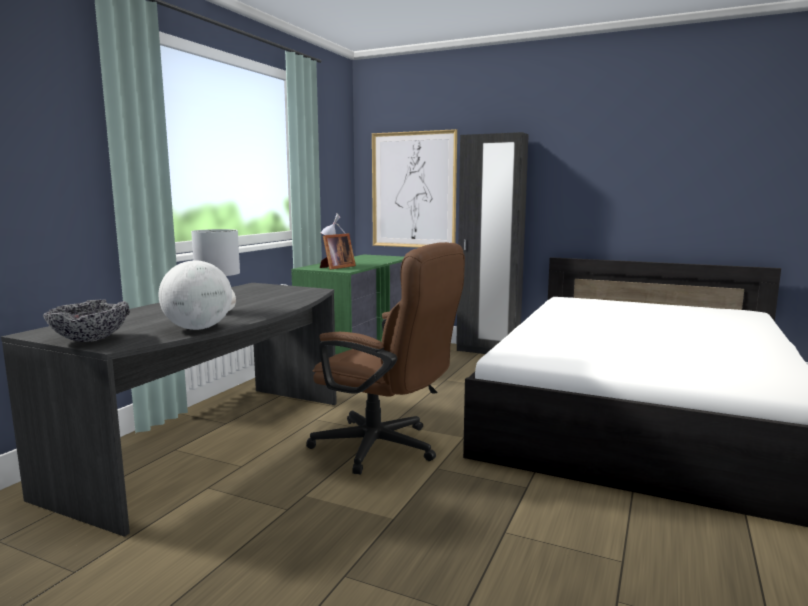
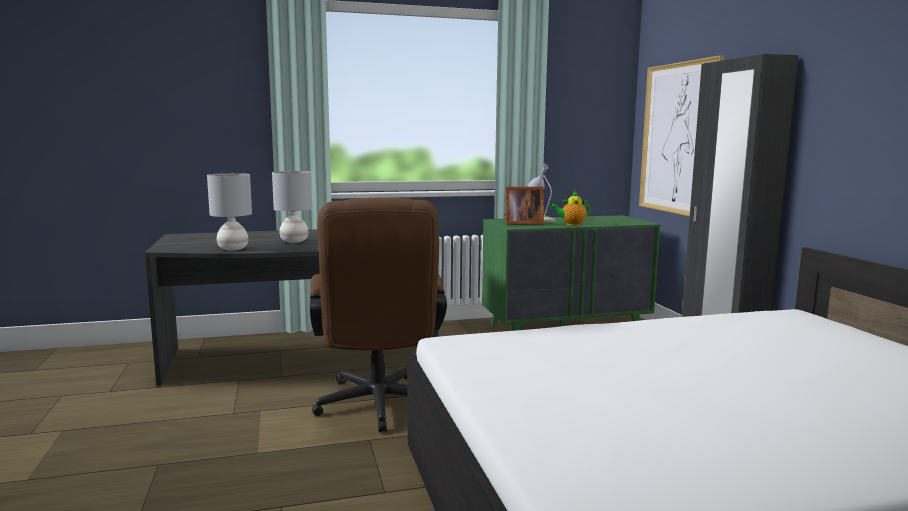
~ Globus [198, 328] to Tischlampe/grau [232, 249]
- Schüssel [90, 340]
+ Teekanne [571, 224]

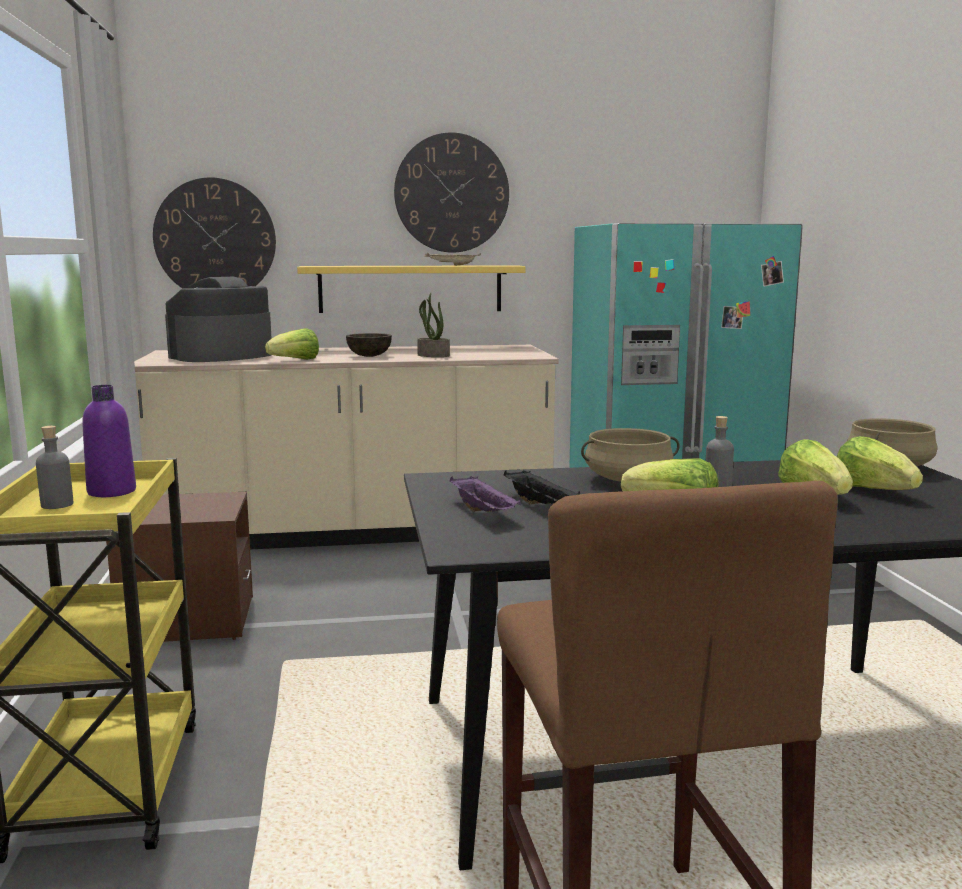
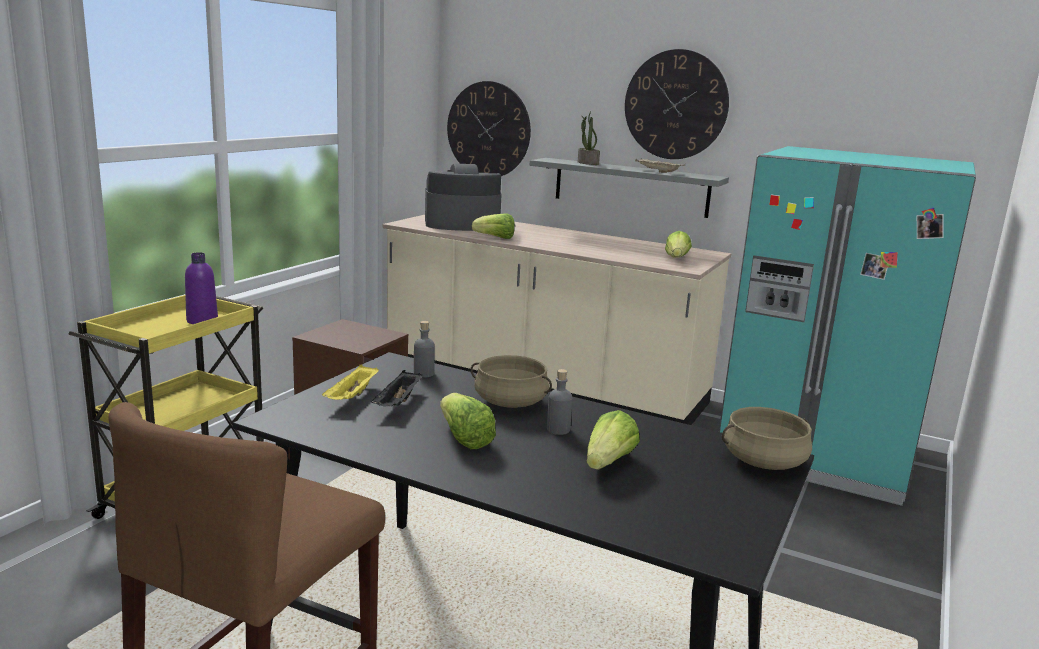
~ Wandregal/gelb [410, 289] to Wandregal/grau [630, 187]
~ Topfpflanze [432, 355] to [587, 163]
- Schüssel/braun [369, 356]
~ Flasche/grau [57, 505] to [423, 374]
~ Salatkopf [873, 491] to [676, 259]
~ Tablett/lila [484, 512] to Tablett/gelb [352, 397]

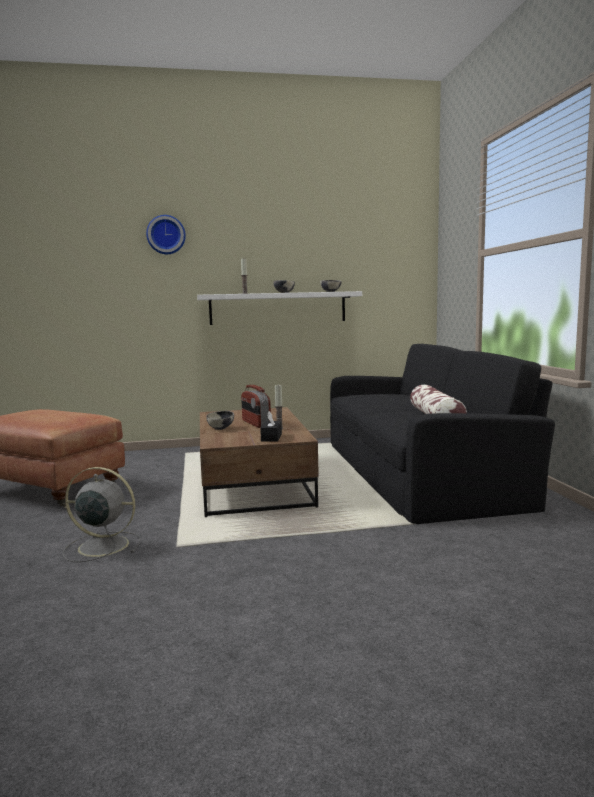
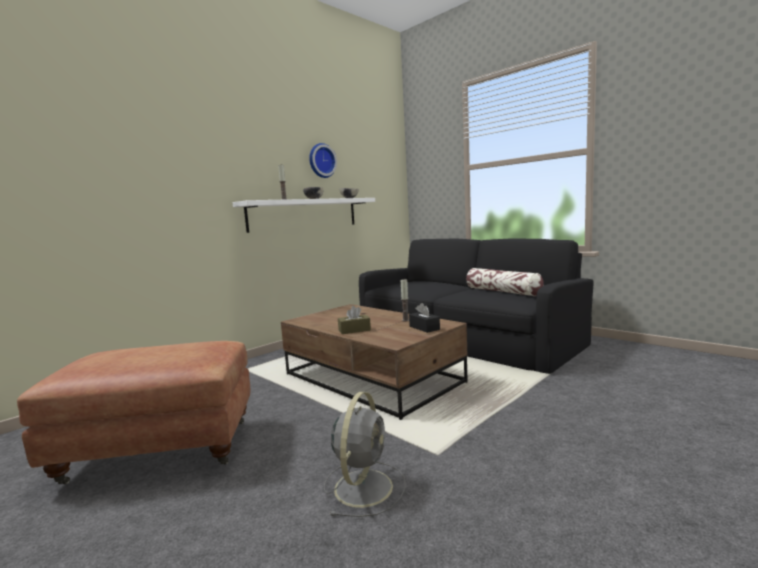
~ Wanduhr [166, 235] to [321, 161]
- Radio [255, 423]
~ Schüssel [221, 428] to Taschentuchbox/braun [354, 330]
~ Ventilator/grau [101, 546] = [364, 486] 135 degrees clockwise

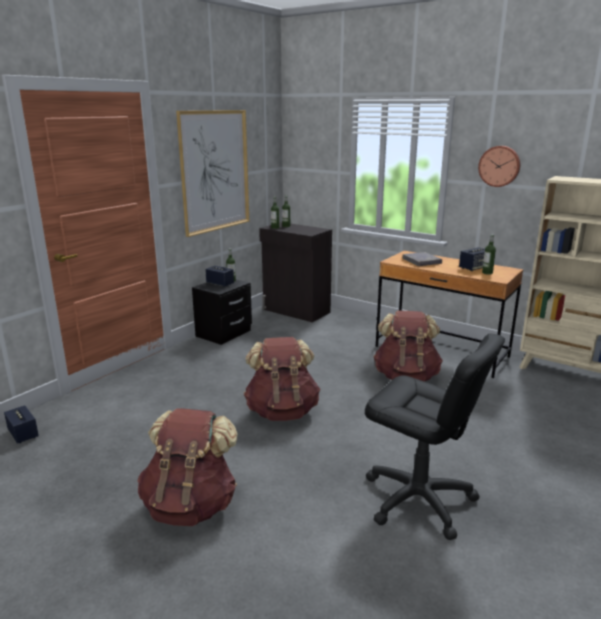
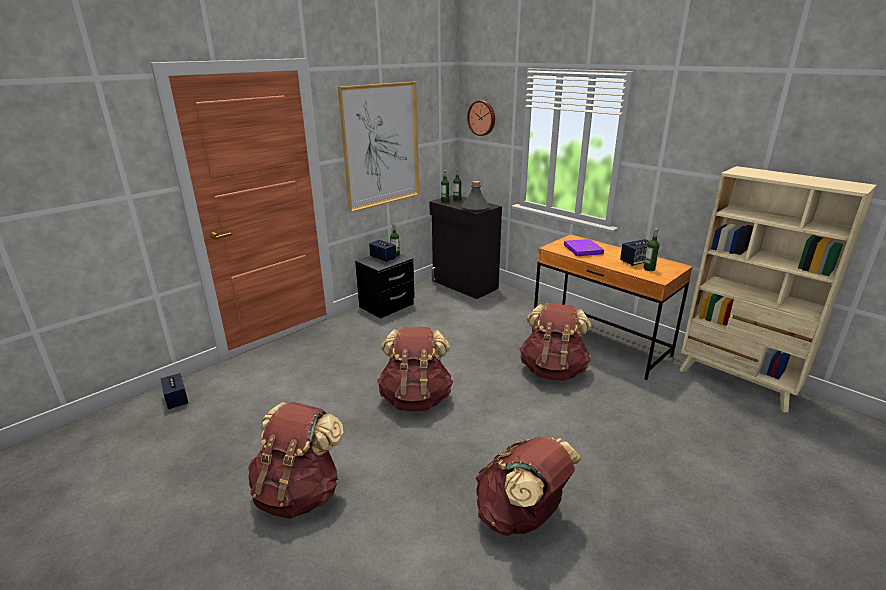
~ Wanduhr [499, 166] to [482, 118]
~ Buch/grau [421, 262] to Buch/lila [583, 250]
~ Bürostuhl/schwarz [419, 499] to Rucksack/braun [521, 516]
+ Flasche/grau [475, 208]

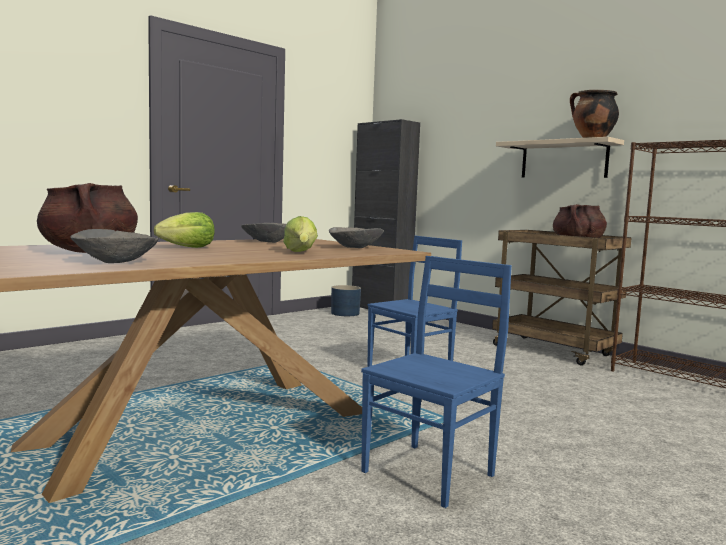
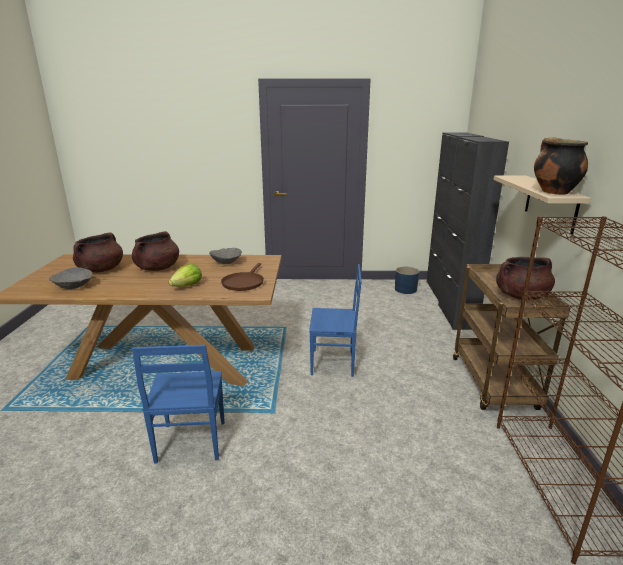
~ Salatkopf [188, 247] to Kochtopf/braun [157, 268]
~ Schüssel/grau [355, 248] to Pfanne/braun [243, 283]
~ Stuhl/blau [431, 473] = [190, 443] 90 degrees clockwise
+ Schrank/schwarz [457, 316]

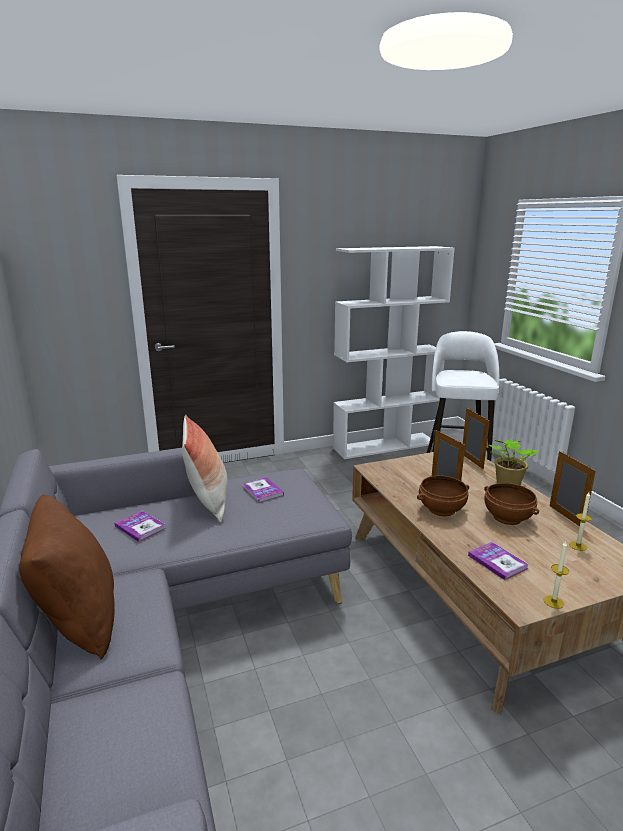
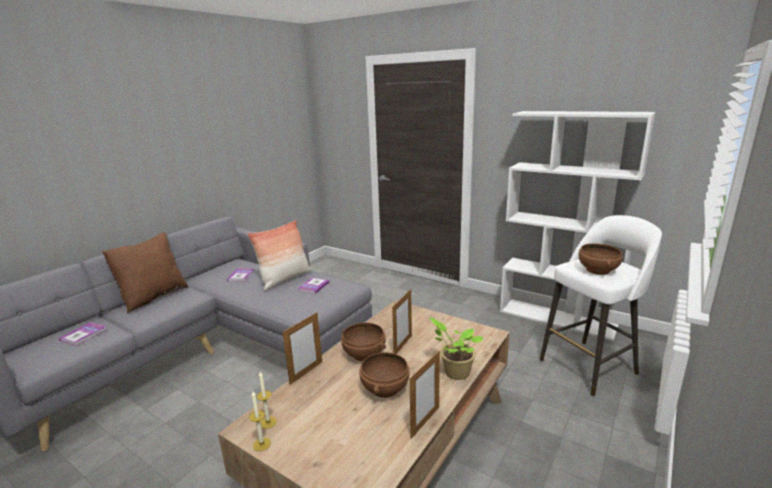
~ Bilderrahmen [472, 461] to [306, 373]
~ Kerze [578, 546] to [268, 422]
~ Buch [497, 562] to [84, 335]
+ Schüssel/braun [597, 270]

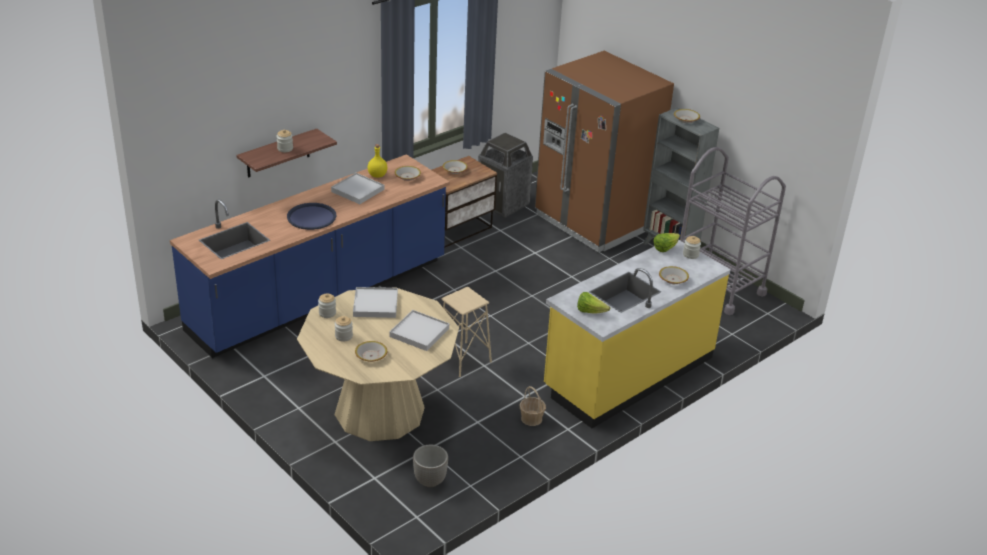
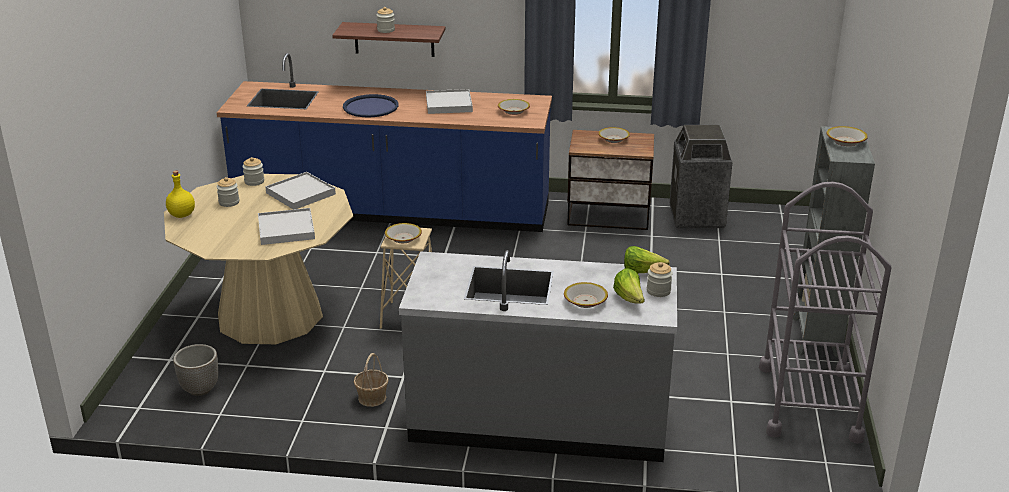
- Kühlschrank/braun [593, 221]
~ Flasche/gelb [377, 175] to [182, 215]
~ Küchenzeile/gelb [628, 373] to Küchenzeile/grau [539, 419]
~ Salatkopf [590, 311] to [629, 299]
~ Schüssel [371, 356] to [403, 238]

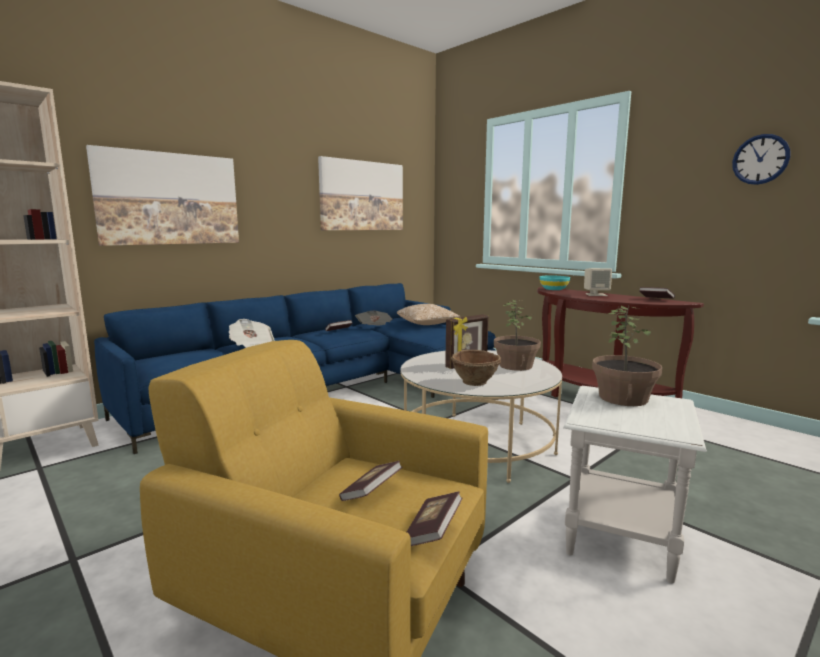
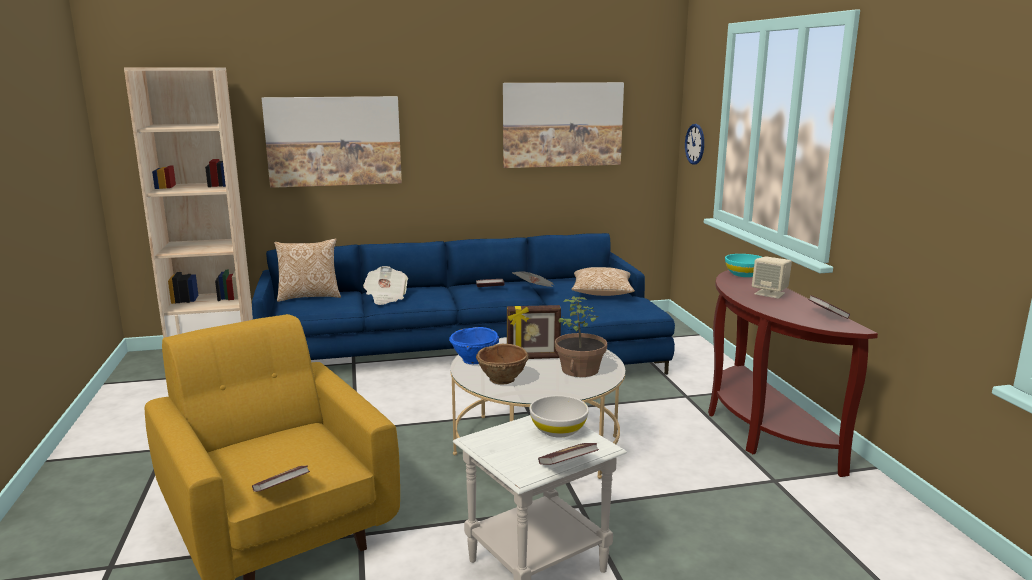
~ Wanduhr [760, 159] to [695, 144]
~ Topfpflanze [624, 398] to Schüssel/weiß [558, 430]
~ Buch [371, 492] to [567, 464]
+ Kissen [309, 296]
+ Schüssel/blau [474, 360]

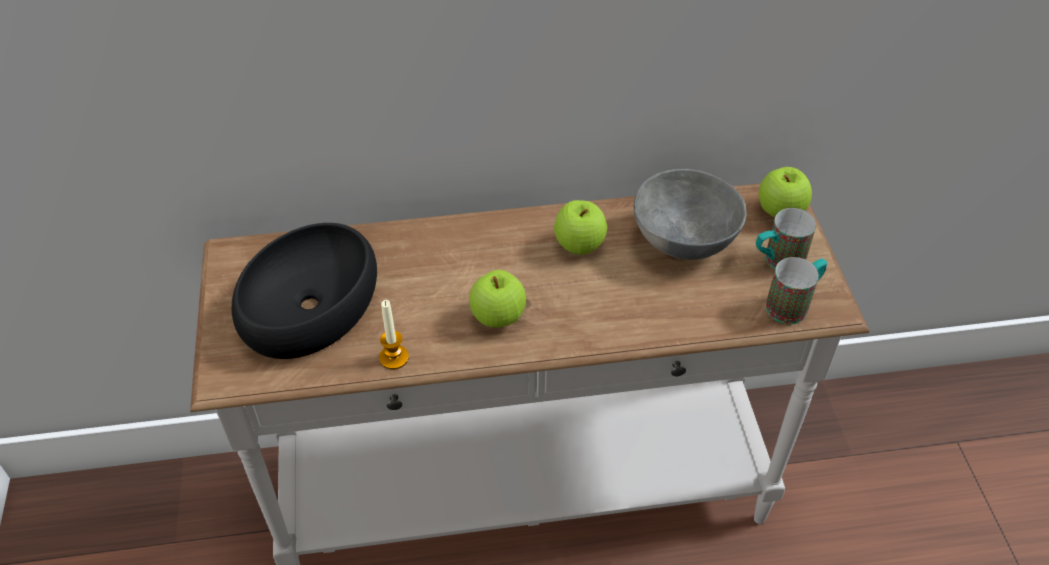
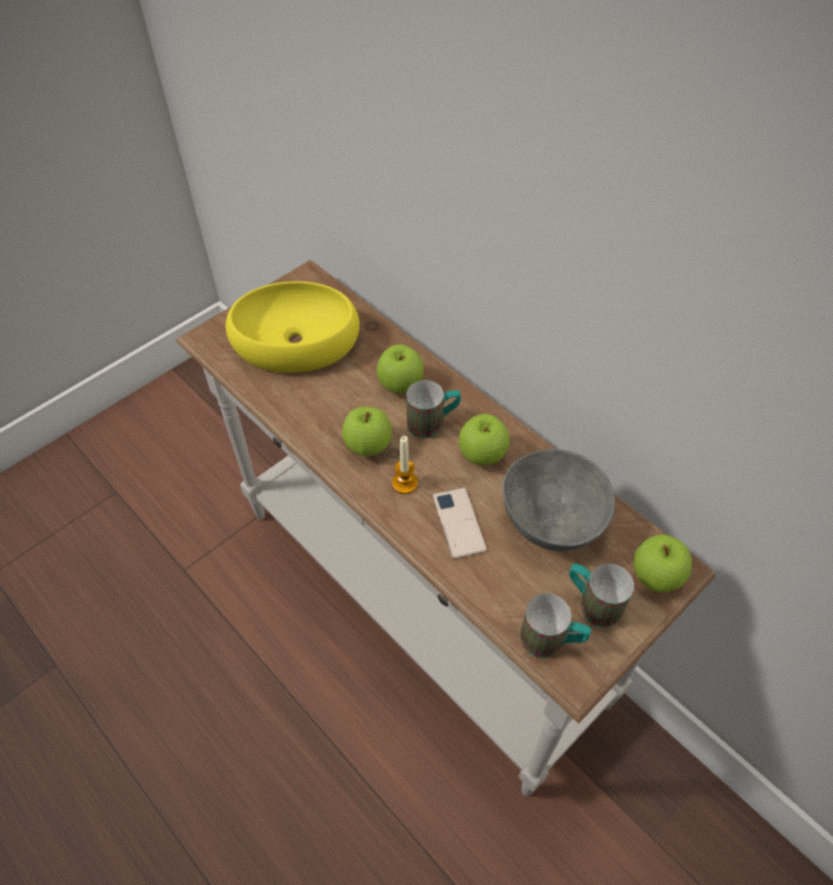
~ Schüssel/schwarz [309, 304] to Schüssel/gelb [296, 340]
~ Kerze [394, 357] to [405, 483]
+ Apfel [400, 384]
+ Henkelbecher [433, 423]
+ Handy [459, 523]

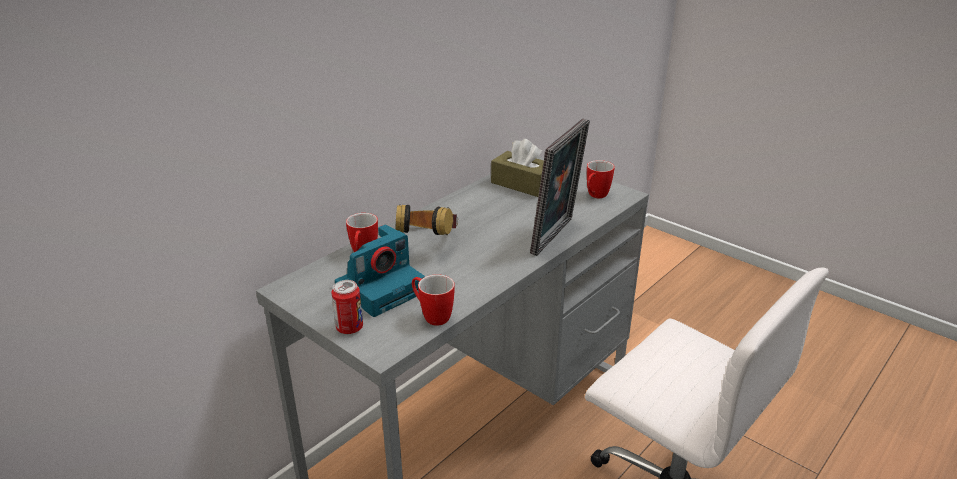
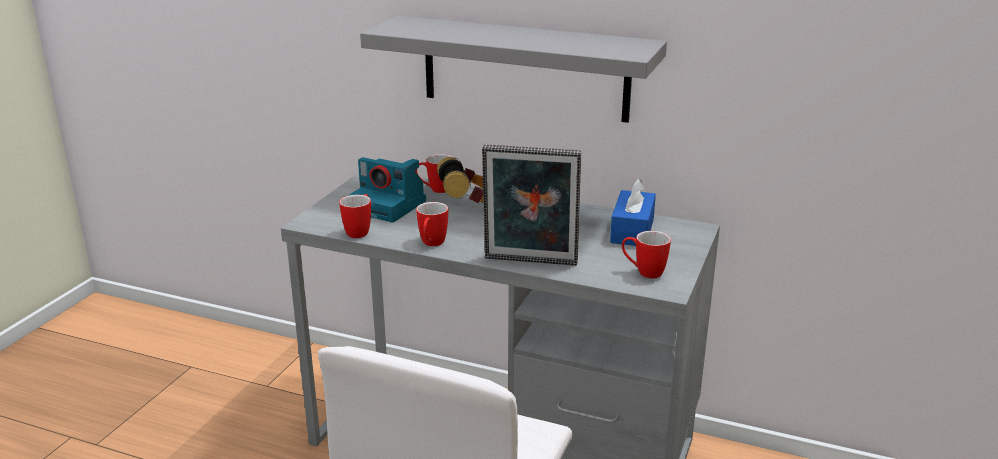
~ Taschentuchbox/braun [522, 184] to Taschentuchbox/blau [632, 230]
- Dose [349, 328]
+ Wandregal/grau [525, 68]
+ Henkelbecher [431, 244]

